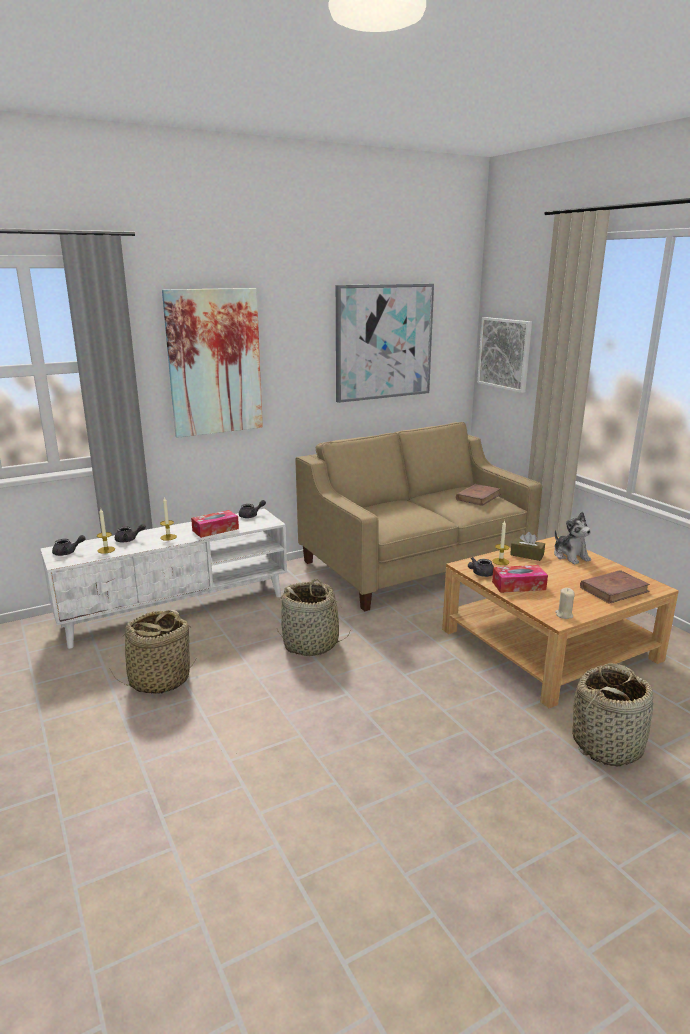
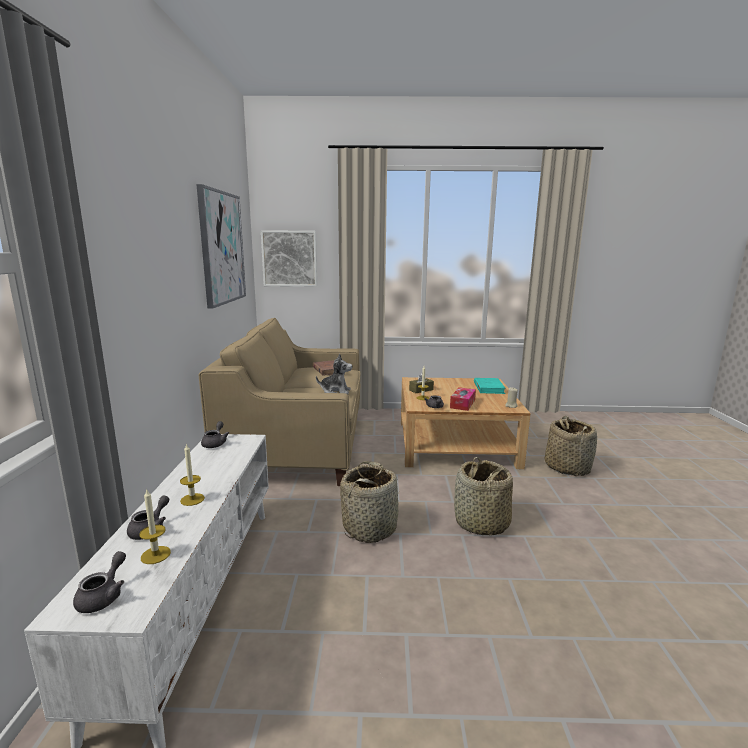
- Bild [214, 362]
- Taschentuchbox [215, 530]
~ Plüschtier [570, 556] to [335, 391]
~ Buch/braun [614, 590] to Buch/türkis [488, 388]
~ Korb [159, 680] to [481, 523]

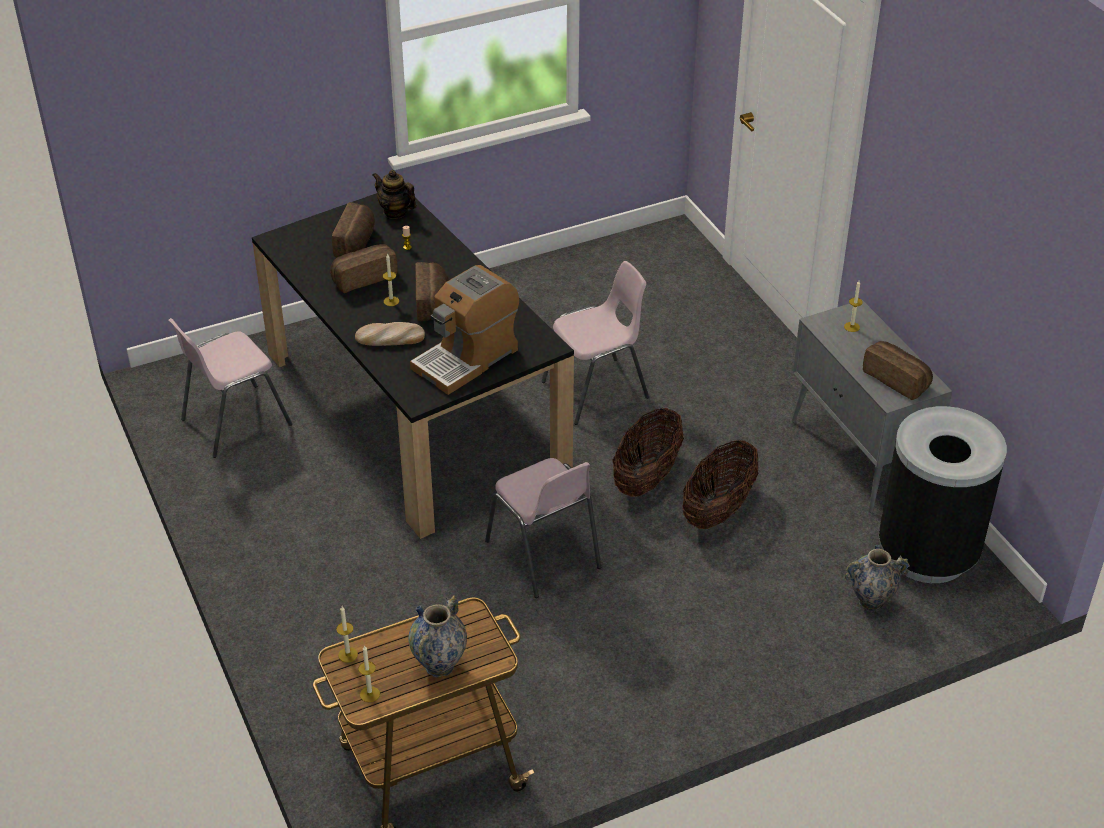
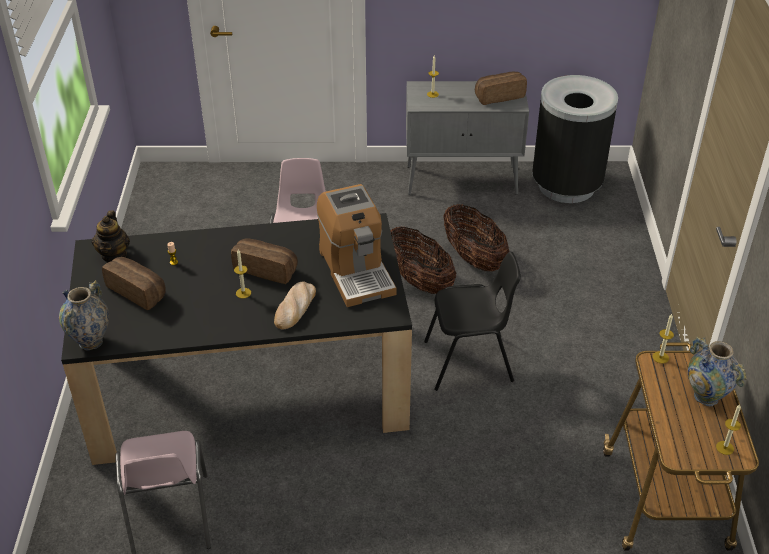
~ Teekanne [395, 212] = [114, 255] 60 degrees counterclockwise
- Brot [363, 277]
~ Stuhl/rosa [544, 555] to Stuhl/schwarz [469, 362]
~ Vase [870, 602] to [91, 342]
~ Kerze [348, 655] to [660, 357]

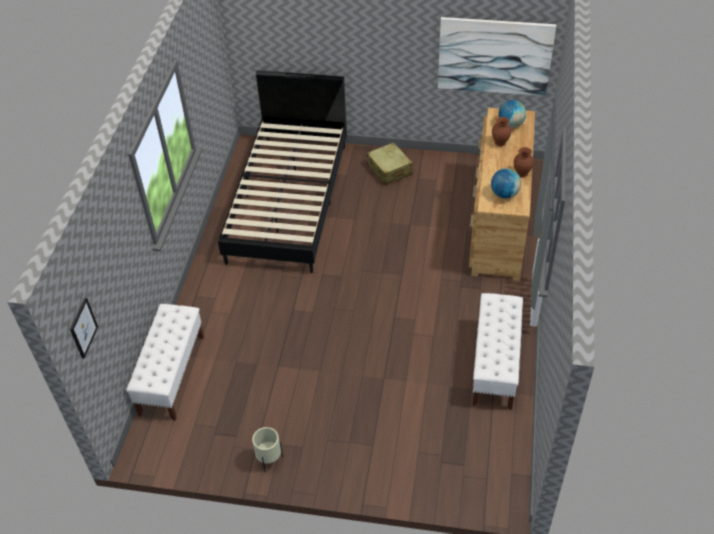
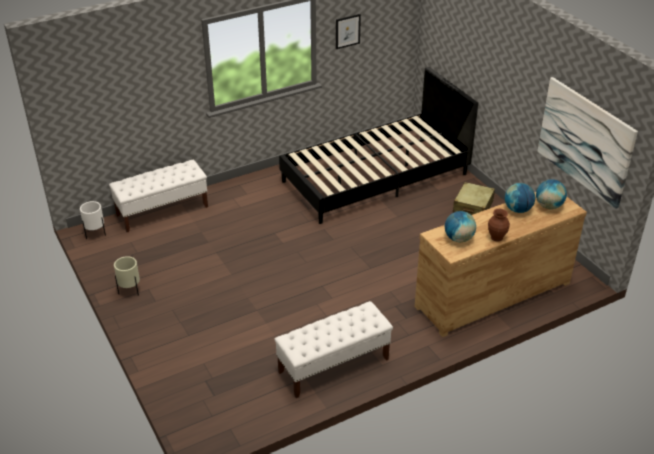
~ Vase/braun [499, 142] to Globus [518, 210]
~ Bild [83, 328] to [347, 31]
+ Pflanzkübel/weiß [95, 234]

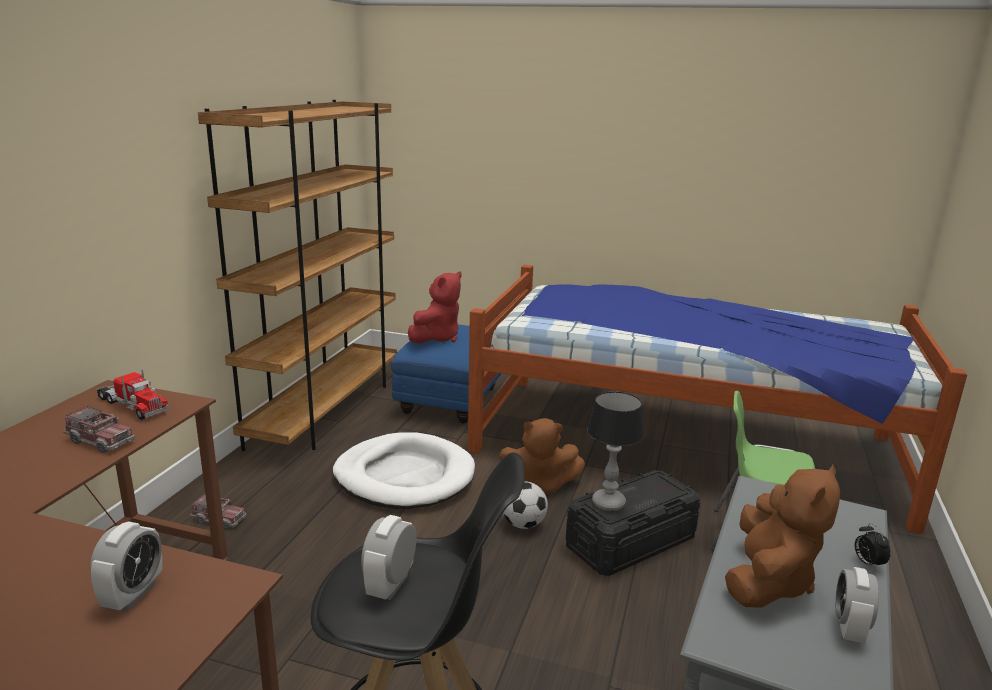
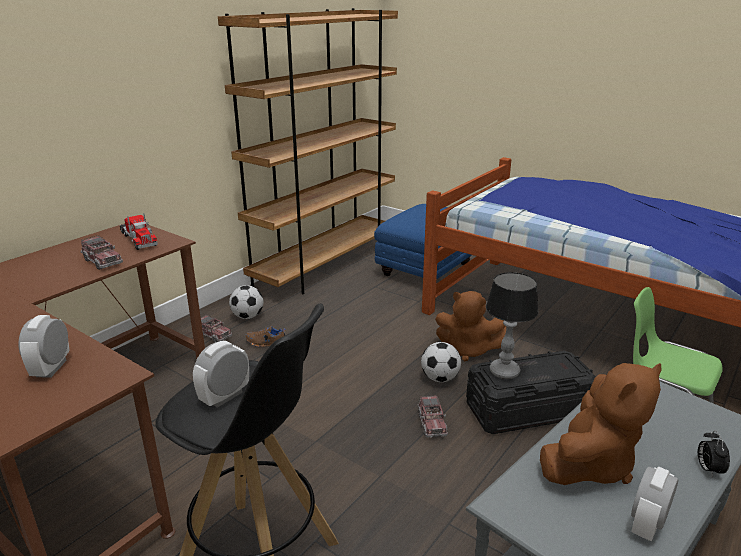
- Plüschtier/rot [437, 338]
- Hundebett/weiß [404, 476]
~ Wecker [133, 595] = [51, 368] 150 degrees clockwise
+ Fußball [247, 316]
+ Schuh/braun [266, 343]
+ Spielzeuglaster [431, 423]

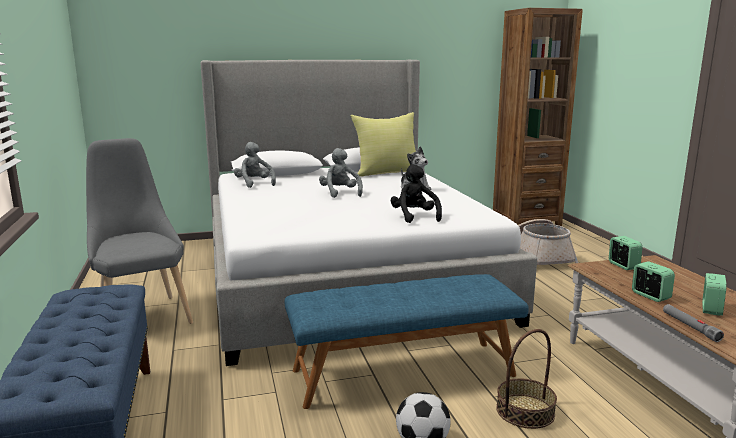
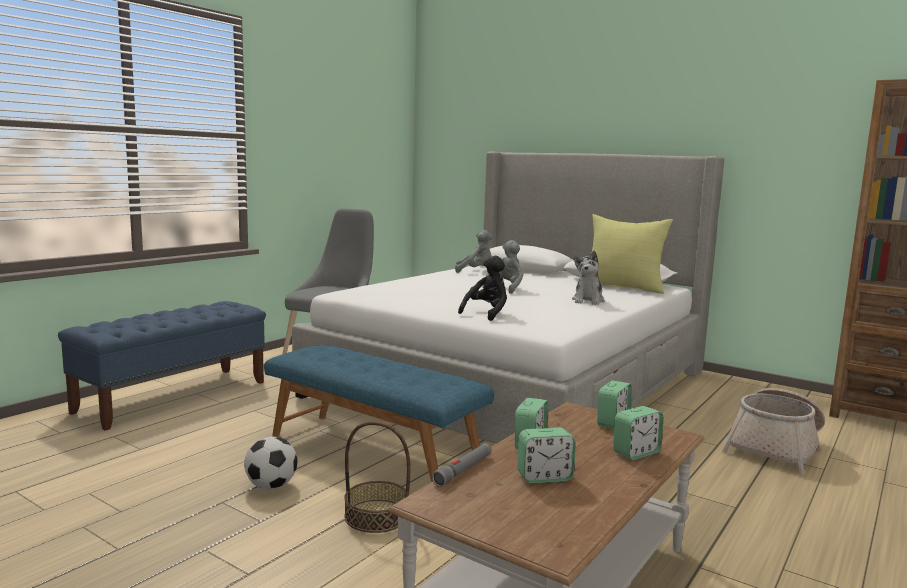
~ Plüschtier/grau [254, 184] = [475, 271] 75 degrees clockwise
+ Wecker [636, 453]

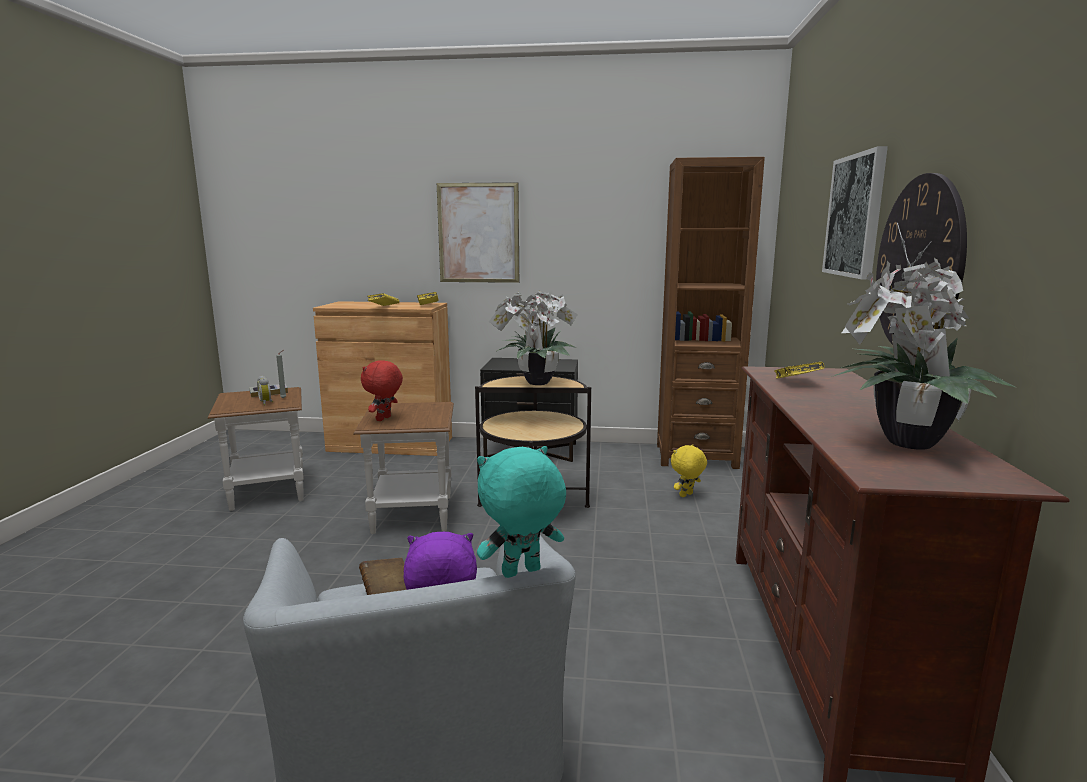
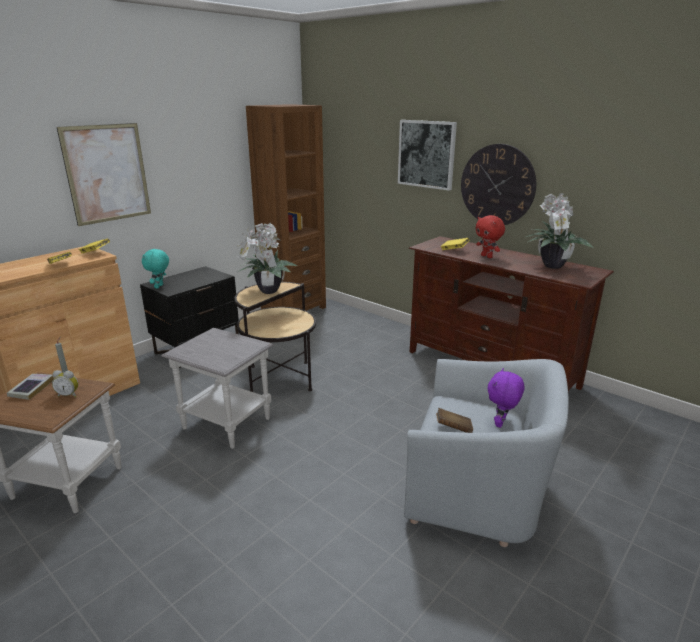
~ Plüschtier/rot [384, 419] to [487, 256]
~ Beistelltisch/braun [413, 515] to Beistelltisch/grau [227, 423]
- Plüschtier/gelb [686, 495]
~ Plüschtier/türkis [521, 573] to [159, 286]

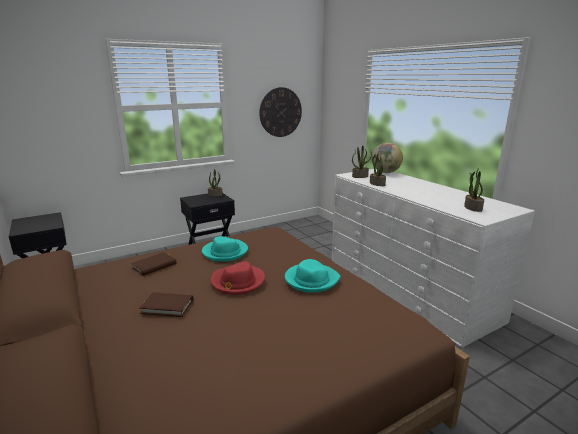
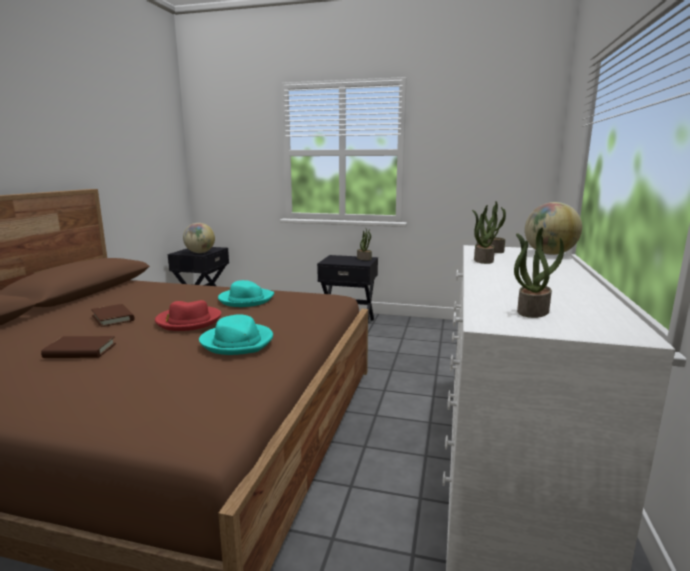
- Wanduhr [280, 112]
~ Buch/braun [154, 266] to [80, 351]
+ Globus [200, 253]

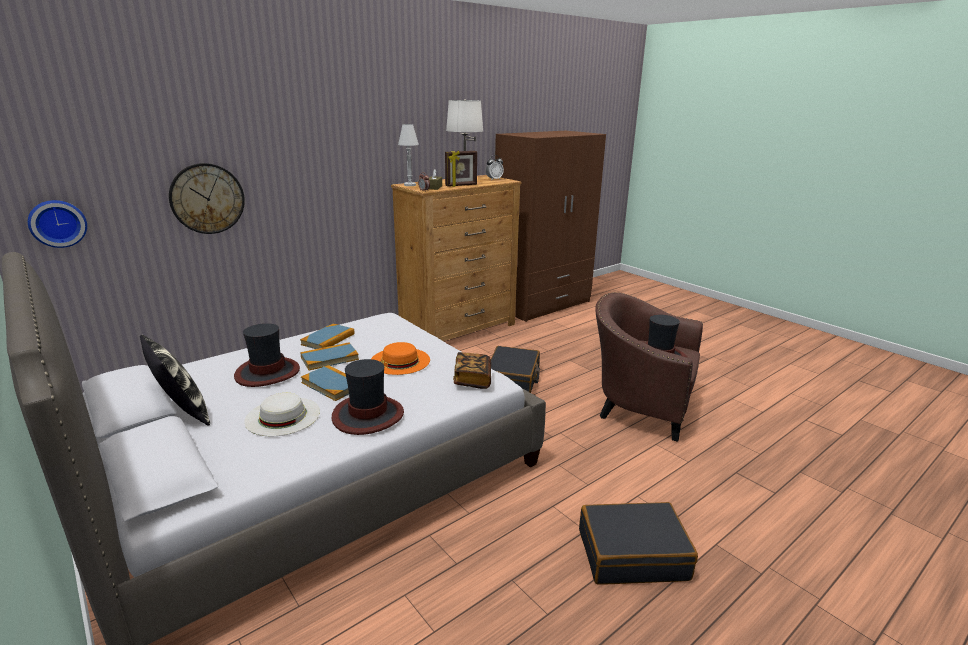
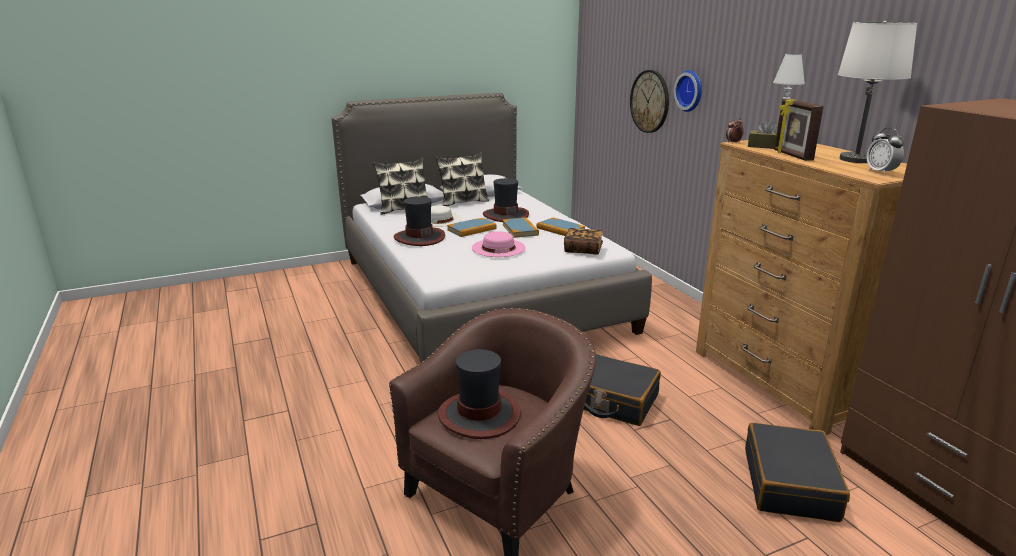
~ Wanduhr [57, 223] to [690, 91]
~ Hut/orange [400, 361] to Hut/rosa [498, 247]
~ Buch [472, 379] to [583, 250]
~ Koffer/schwarz [632, 554] to [790, 484]
+ Kissen [403, 209]

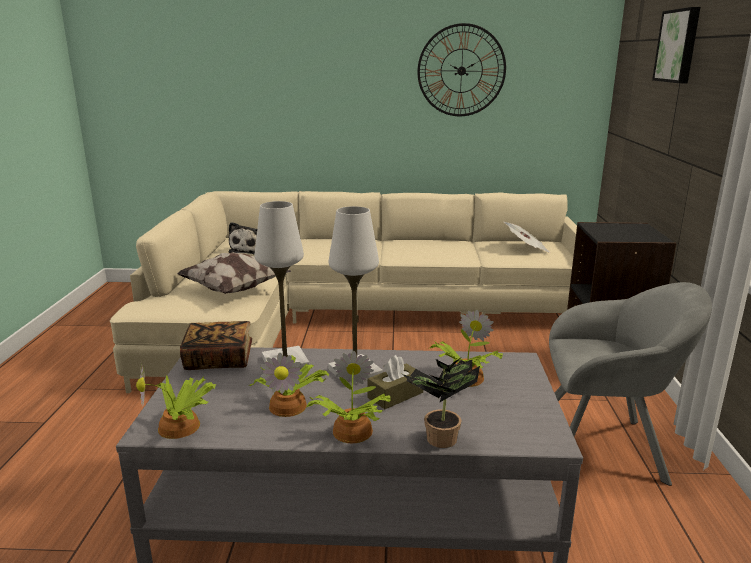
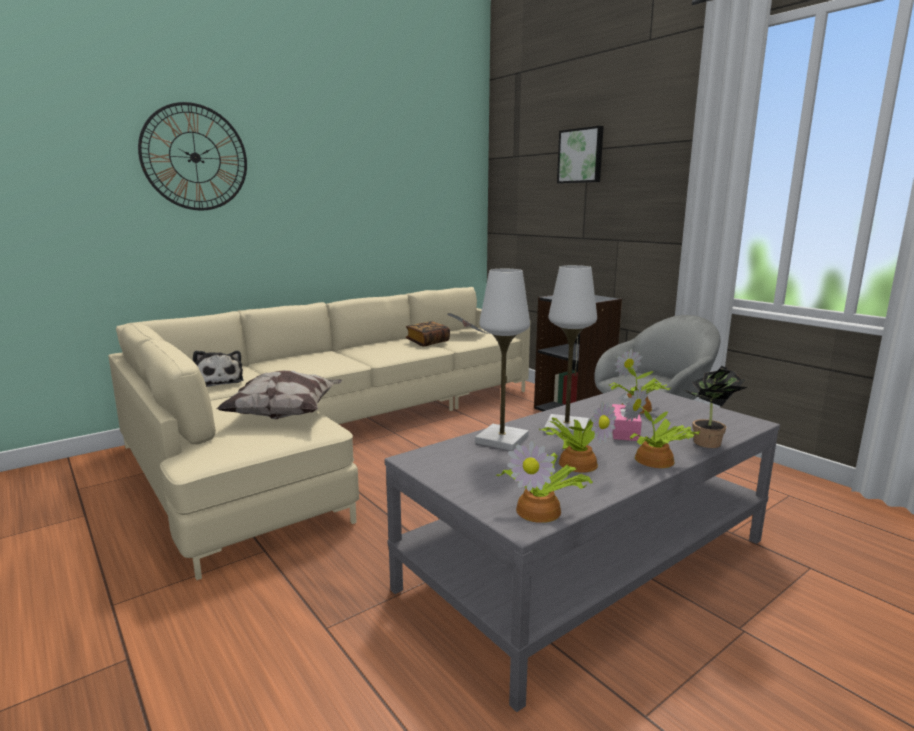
~ Wanduhr [461, 71] to [195, 157]
~ Buch [219, 360] to [427, 342]
~ Taschentuchbox/braun [395, 395] to Taschentuchbox/rosa [624, 431]

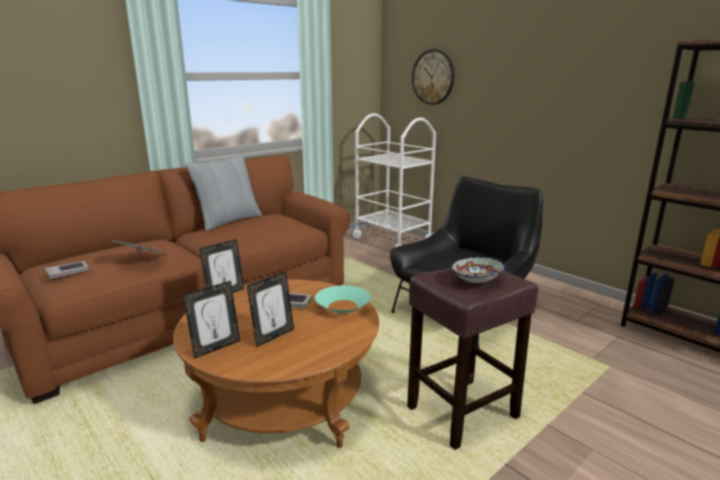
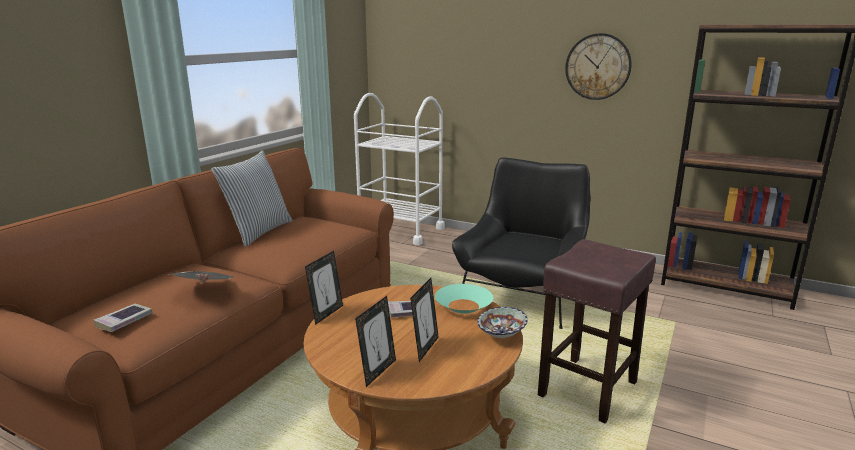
~ Wanduhr [433, 77] to [598, 66]
~ Schüssel [477, 282] to [502, 334]

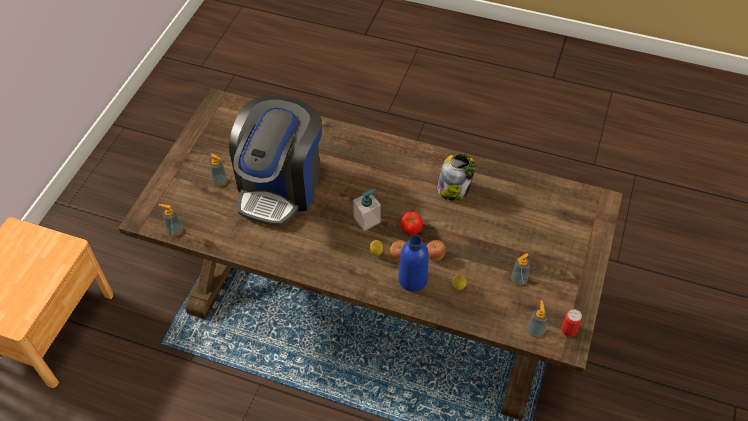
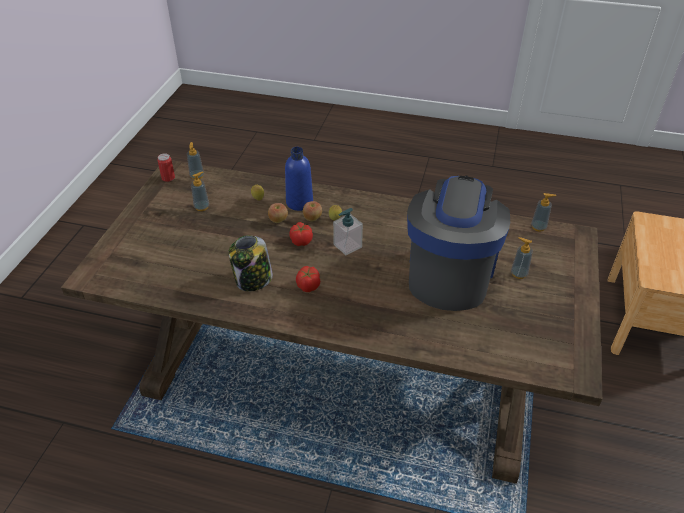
+ Tomate [308, 286]

